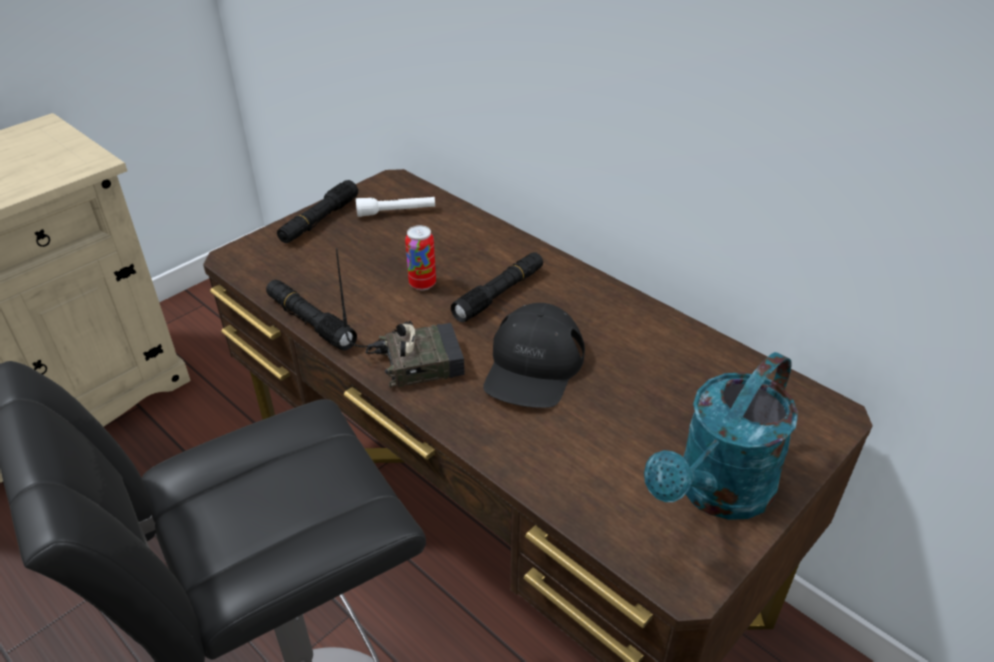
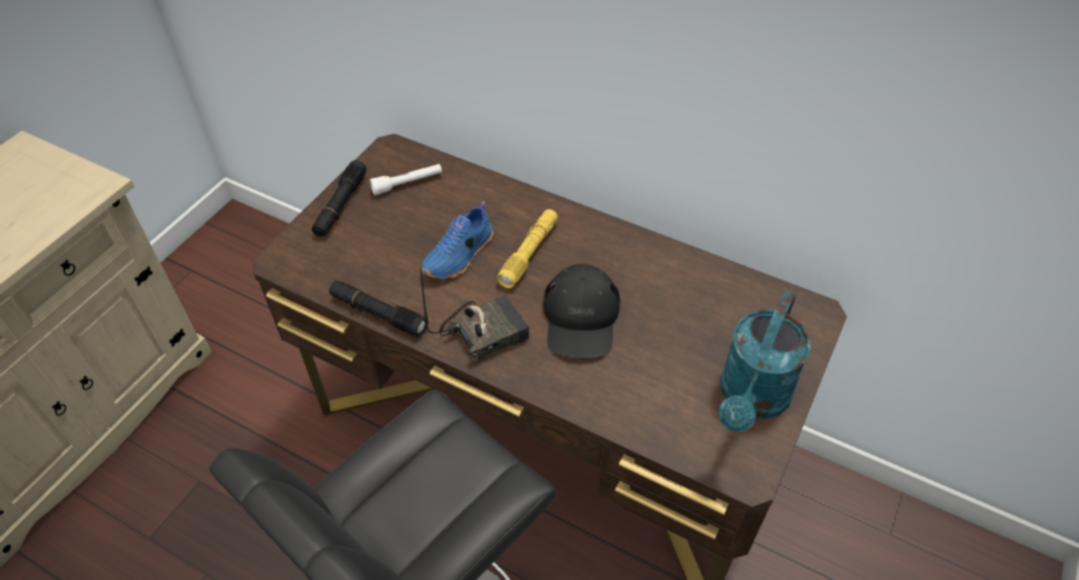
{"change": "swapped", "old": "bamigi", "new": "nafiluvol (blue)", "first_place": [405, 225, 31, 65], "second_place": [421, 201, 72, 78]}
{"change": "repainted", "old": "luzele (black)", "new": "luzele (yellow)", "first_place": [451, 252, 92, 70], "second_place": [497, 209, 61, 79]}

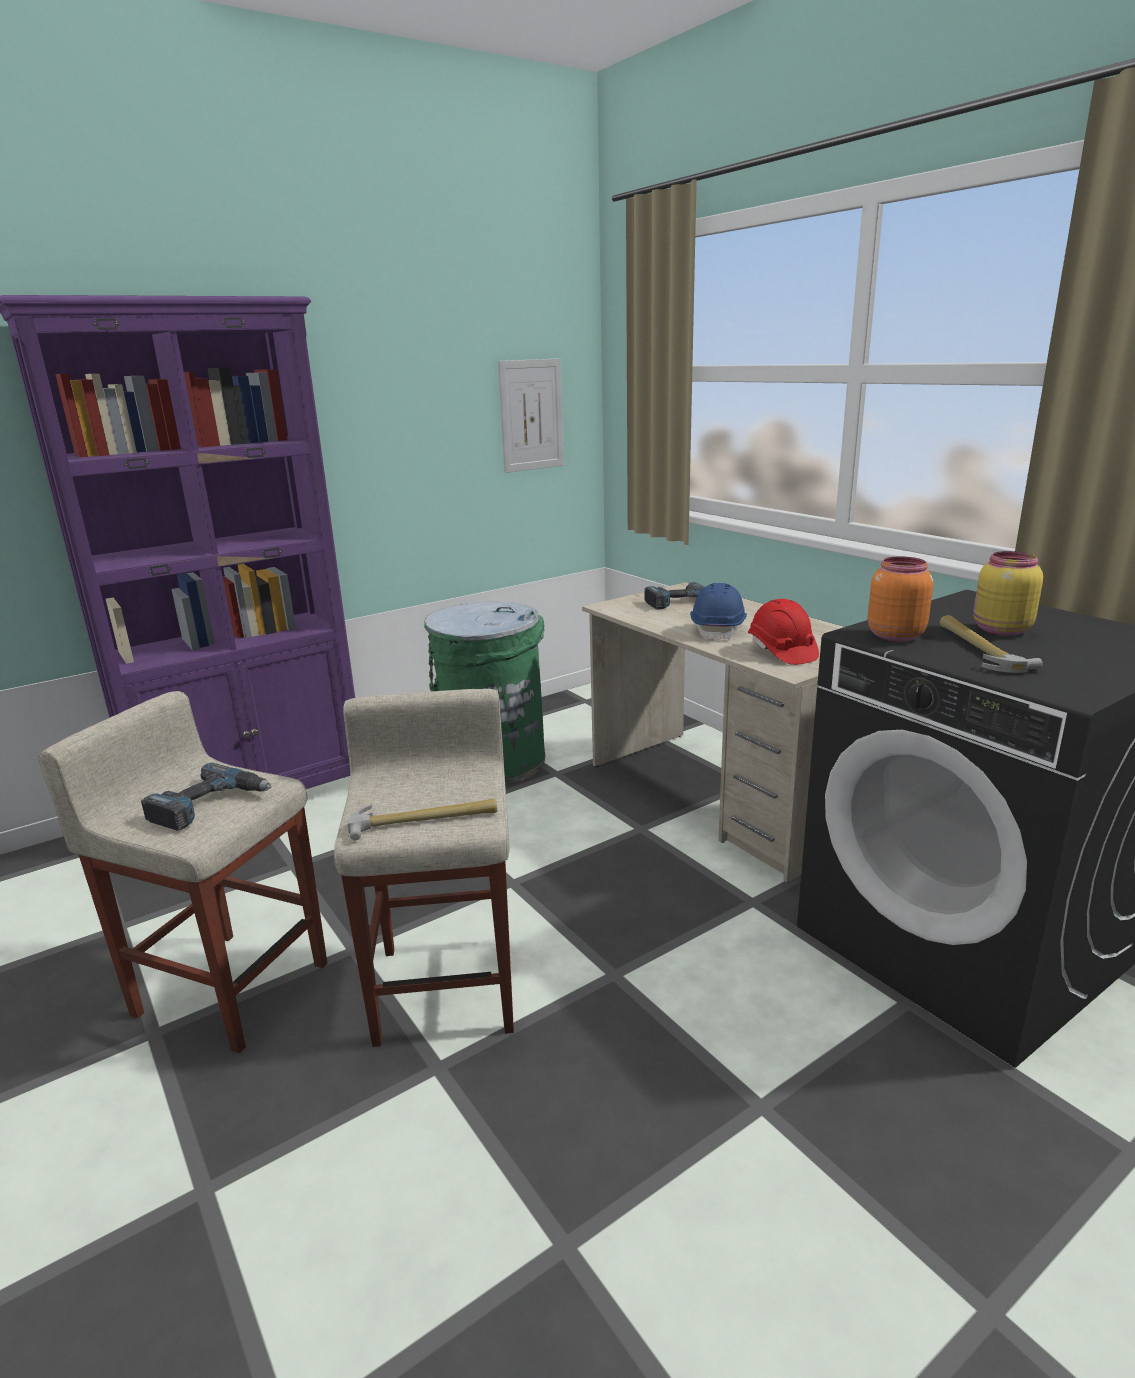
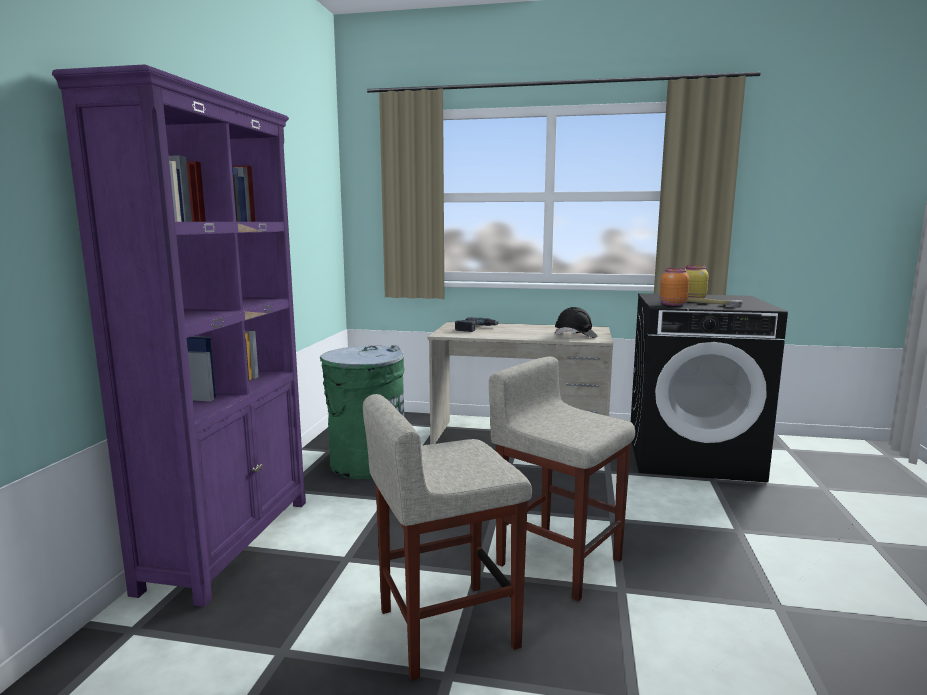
{"change": "gone", "old": "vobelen", "first_place": [498, 358, 66, 115]}
{"change": "gone", "old": "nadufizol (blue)", "first_place": [690, 583, 57, 59]}
{"change": "repainted", "old": "nadufizol (red)", "new": "nadufizol (black)", "first_place": [748, 599, 71, 66], "second_place": [555, 307, 42, 31]}
{"change": "gone", "old": "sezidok", "first_place": [141, 763, 130, 67]}
{"change": "gone", "old": "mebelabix", "first_place": [348, 798, 149, 42]}

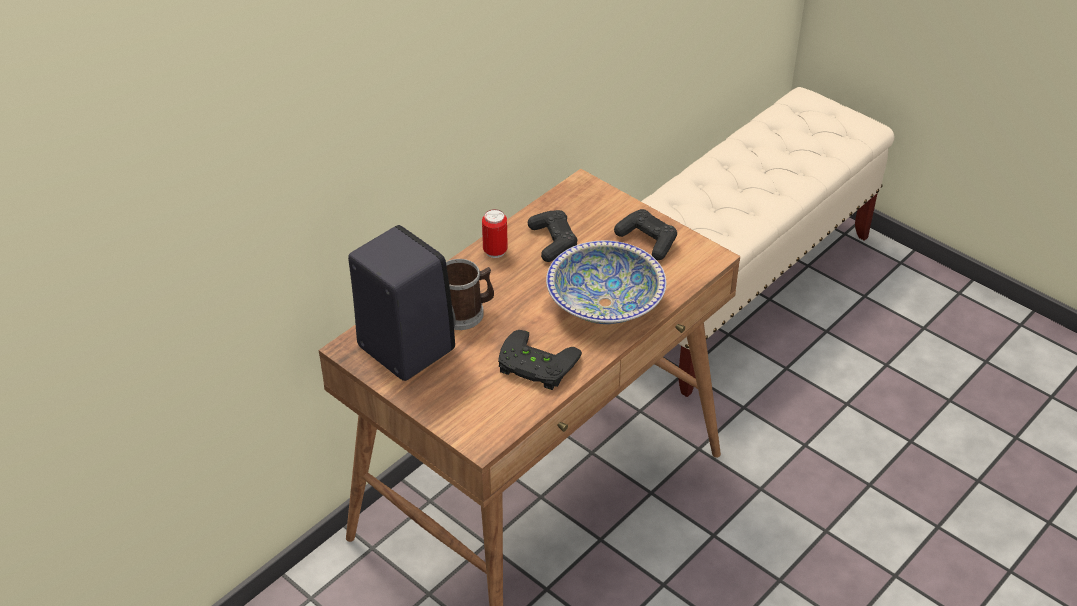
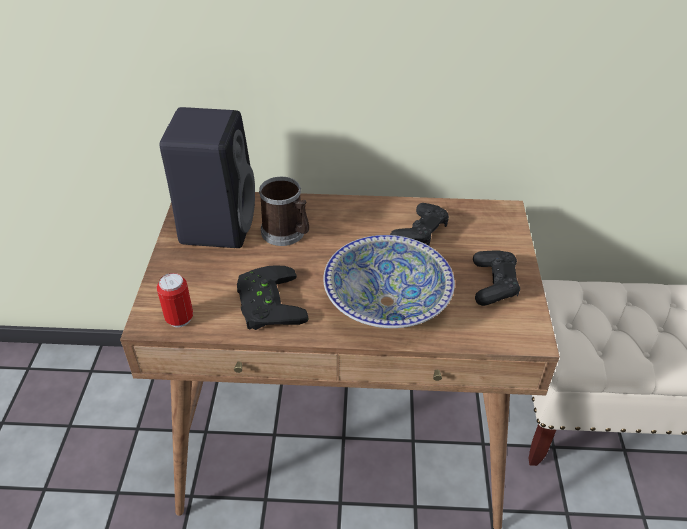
{"change": "shifted", "old": "bamigi", "first_place": [482, 209, 26, 49], "second_place": [157, 273, 36, 54]}

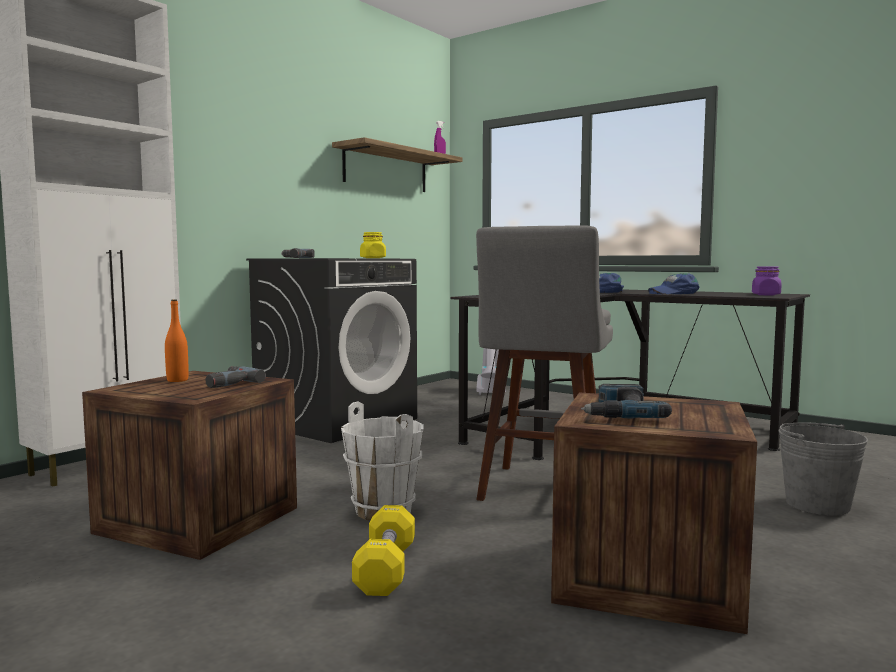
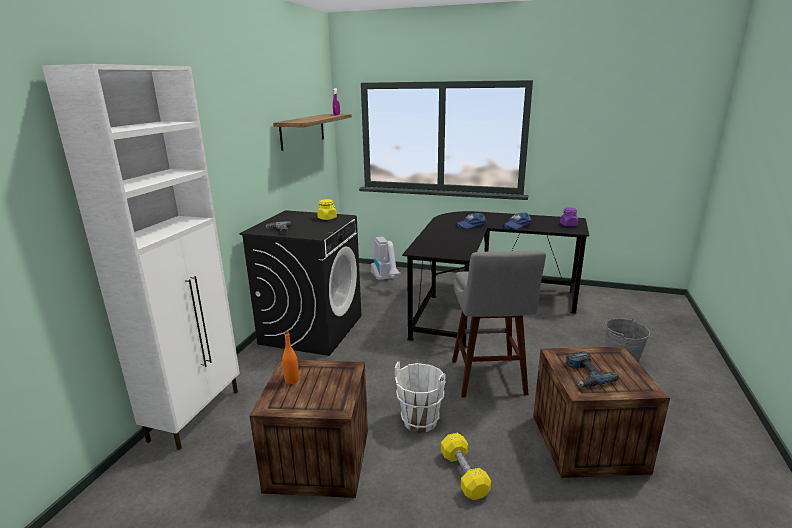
{"change": "gone", "old": "sezidok", "first_place": [206, 366, 60, 22]}

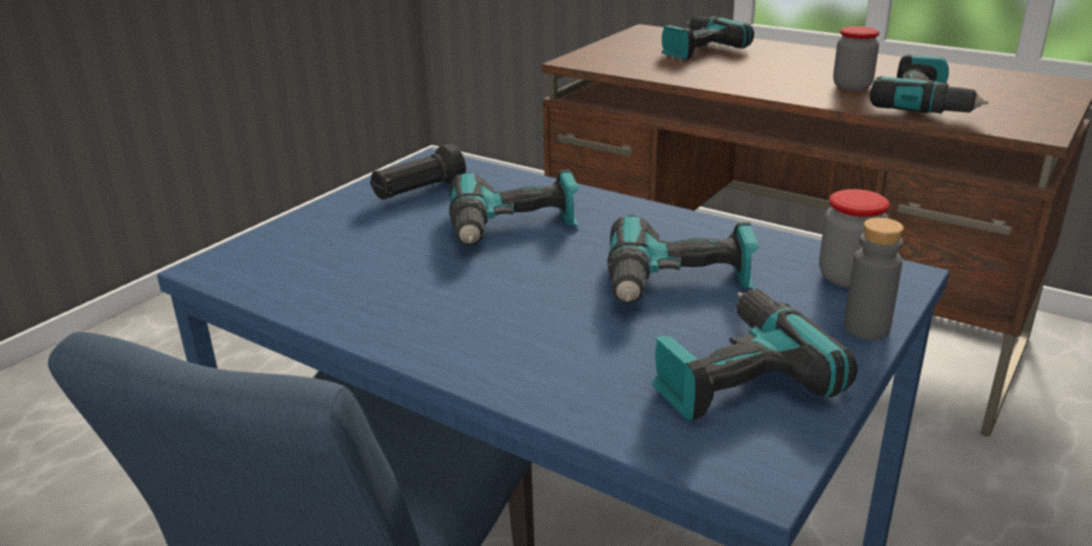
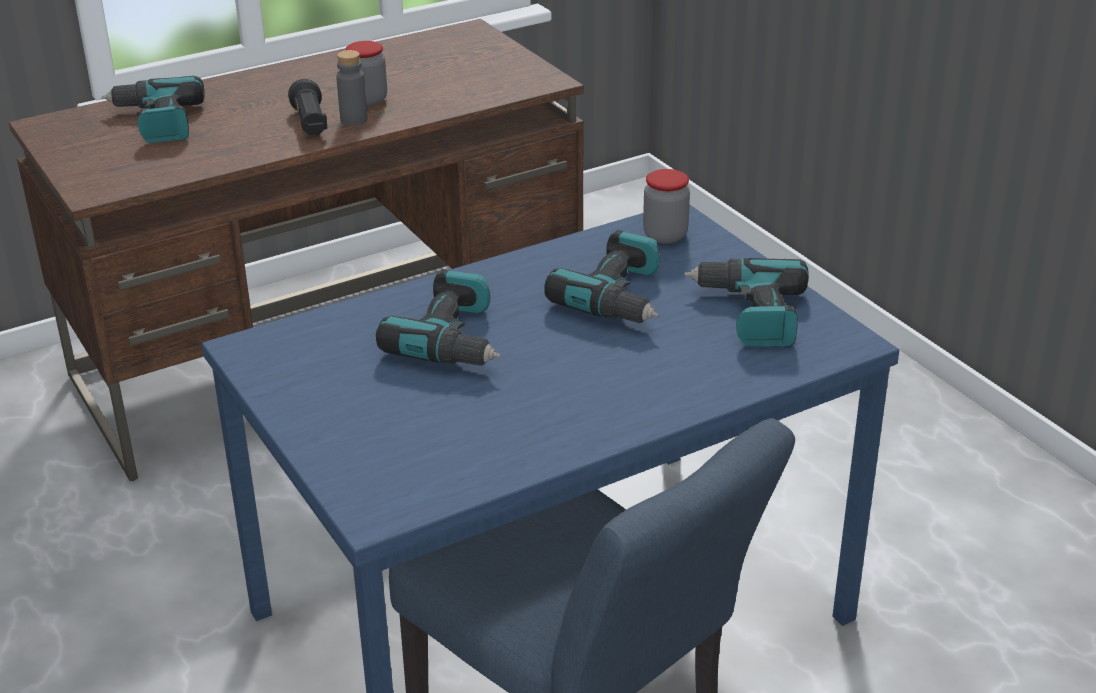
{"change": "gone", "old": "sezidok", "first_place": [870, 54, 119, 59]}
{"change": "shifted", "old": "luzele (black)", "first_place": [370, 144, 96, 56], "second_place": [288, 79, 40, 56]}
{"change": "shifted", "old": "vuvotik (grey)", "first_place": [844, 218, 60, 122], "second_place": [336, 50, 32, 76]}

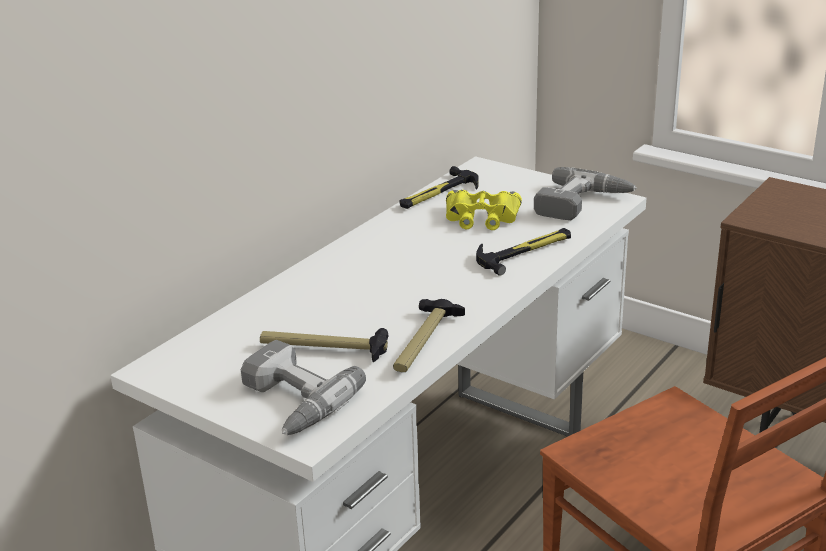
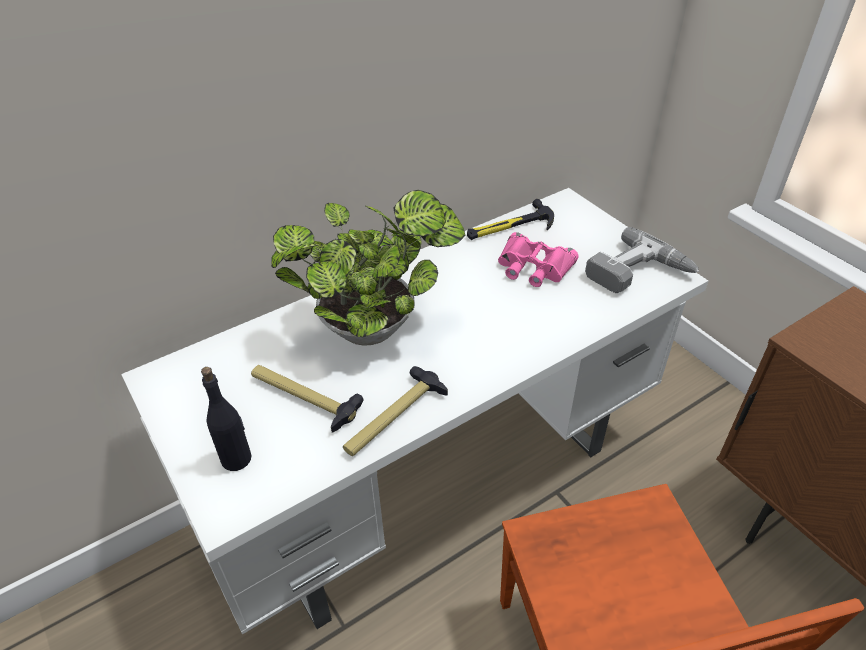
{"change": "repainted", "old": "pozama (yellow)", "new": "pozama (pink)", "first_place": [446, 190, 76, 40], "second_place": [498, 232, 81, 55]}
{"change": "gone", "old": "mebelabix", "first_place": [476, 228, 95, 48]}
{"change": "swapped", "old": "sezidok", "new": "vuvotik (black)", "first_place": [241, 340, 125, 95], "second_place": [201, 367, 51, 104]}
{"change": "new", "new": "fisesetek", "second_place": [271, 190, 194, 156]}

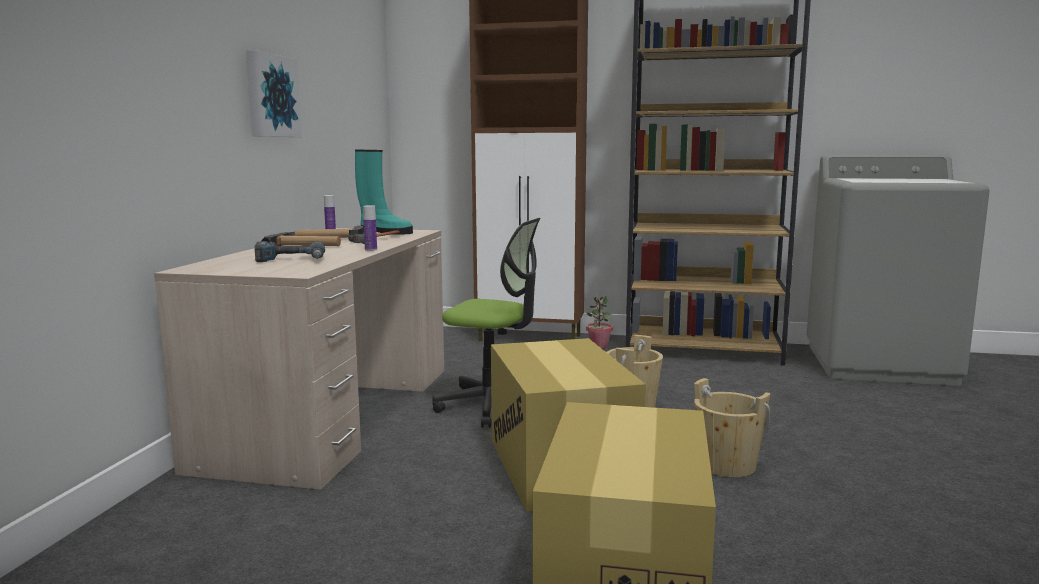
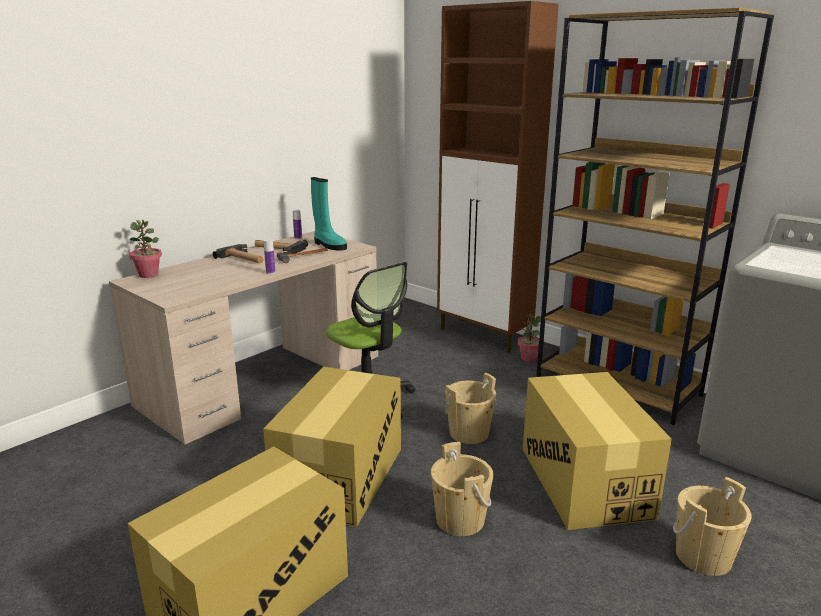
{"change": "gone", "old": "vobelen", "first_place": [246, 50, 56, 87]}
{"change": "gone", "old": "sezidok", "first_place": [254, 241, 71, 21]}
{"change": "new", "new": "fisesetek", "second_place": [129, 220, 33, 58]}
{"change": "new", "new": "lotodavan", "second_place": [523, 372, 149, 158]}
{"change": "new", "new": "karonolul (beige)", "second_place": [673, 477, 79, 99]}

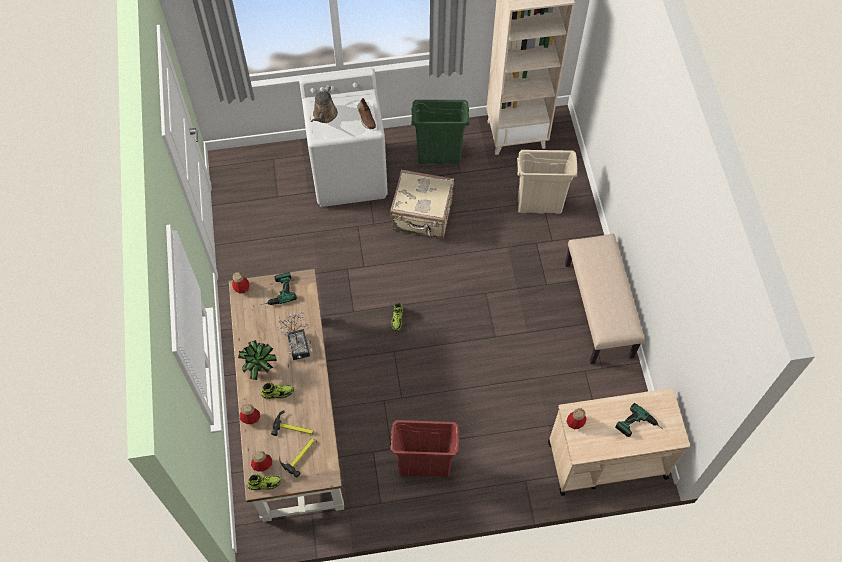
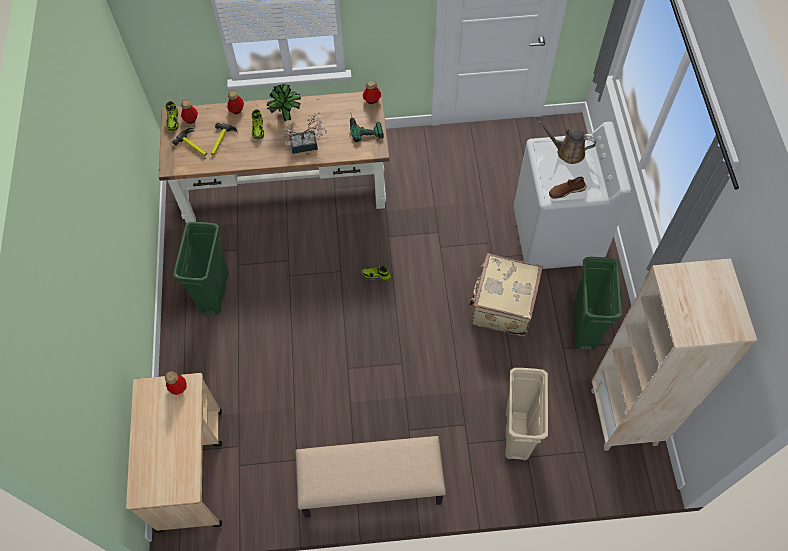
{"change": "gone", "old": "sezidok", "first_place": [615, 403, 49, 34]}
{"change": "repainted", "old": "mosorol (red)", "new": "mosorol (green)", "first_place": [390, 420, 69, 58], "second_place": [173, 222, 56, 93]}

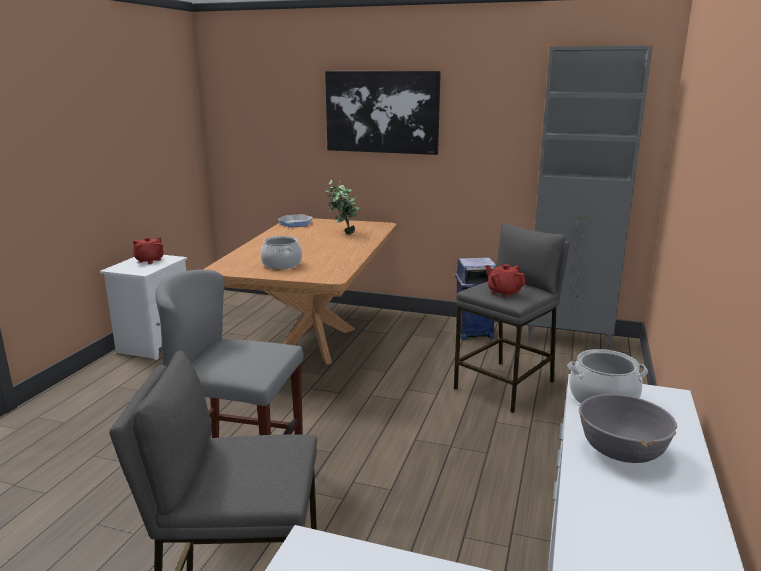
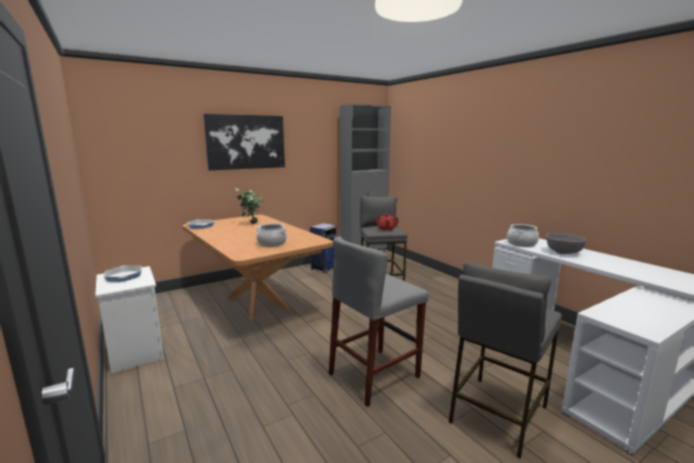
{"change": "swapped", "old": "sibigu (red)", "new": "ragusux", "first_place": [133, 237, 31, 27], "second_place": [103, 265, 39, 17]}

